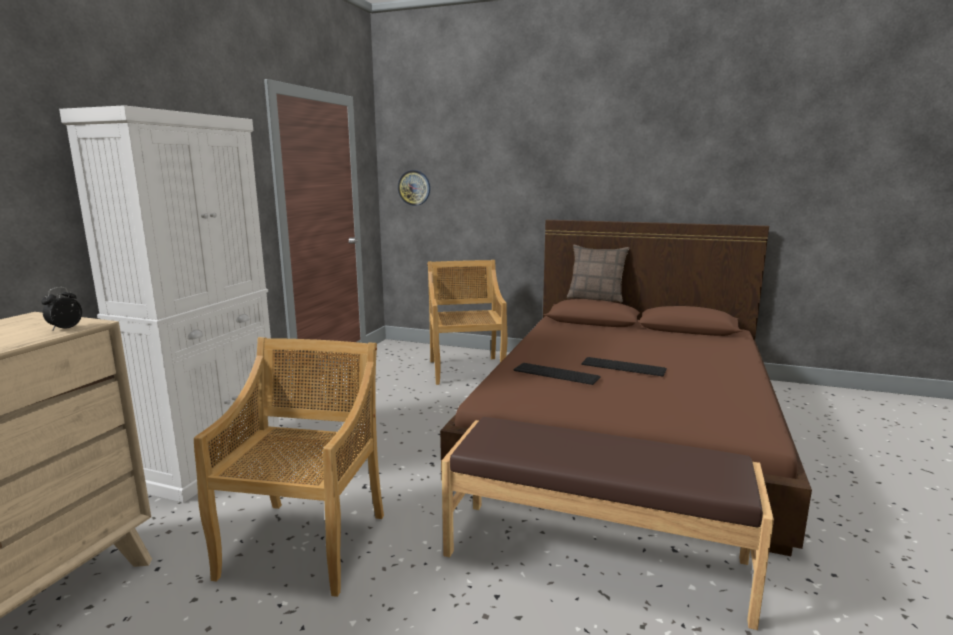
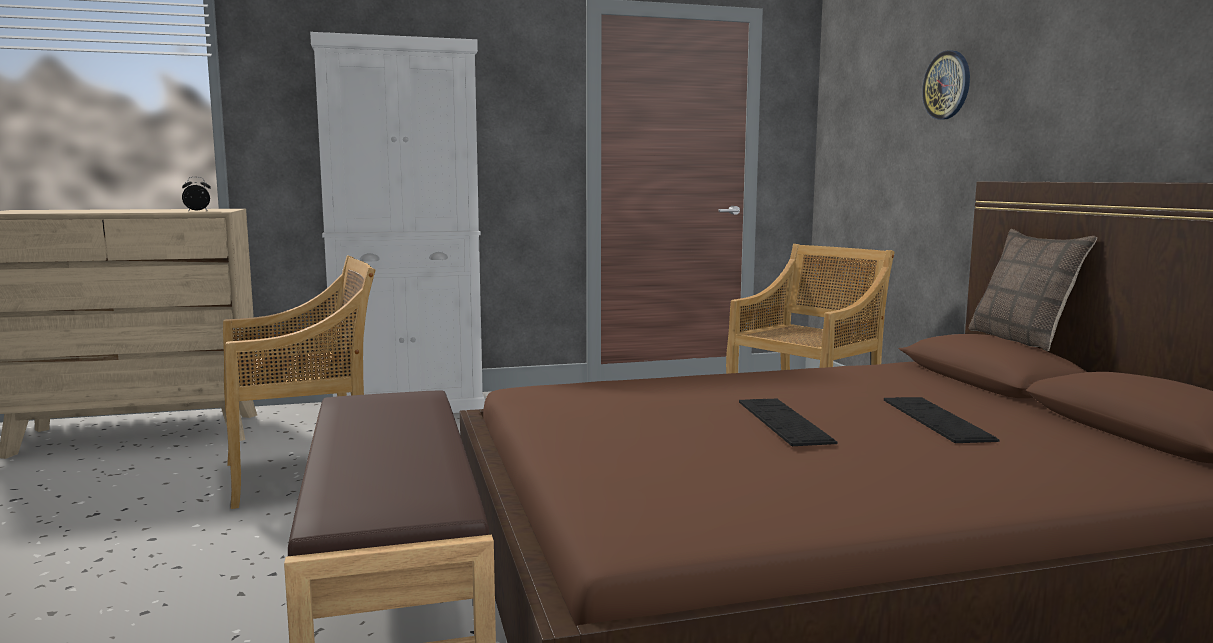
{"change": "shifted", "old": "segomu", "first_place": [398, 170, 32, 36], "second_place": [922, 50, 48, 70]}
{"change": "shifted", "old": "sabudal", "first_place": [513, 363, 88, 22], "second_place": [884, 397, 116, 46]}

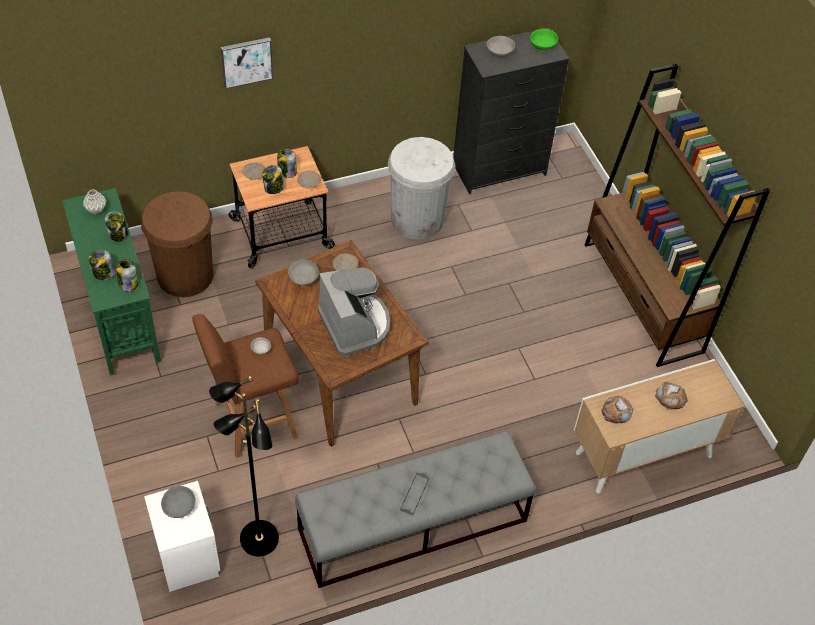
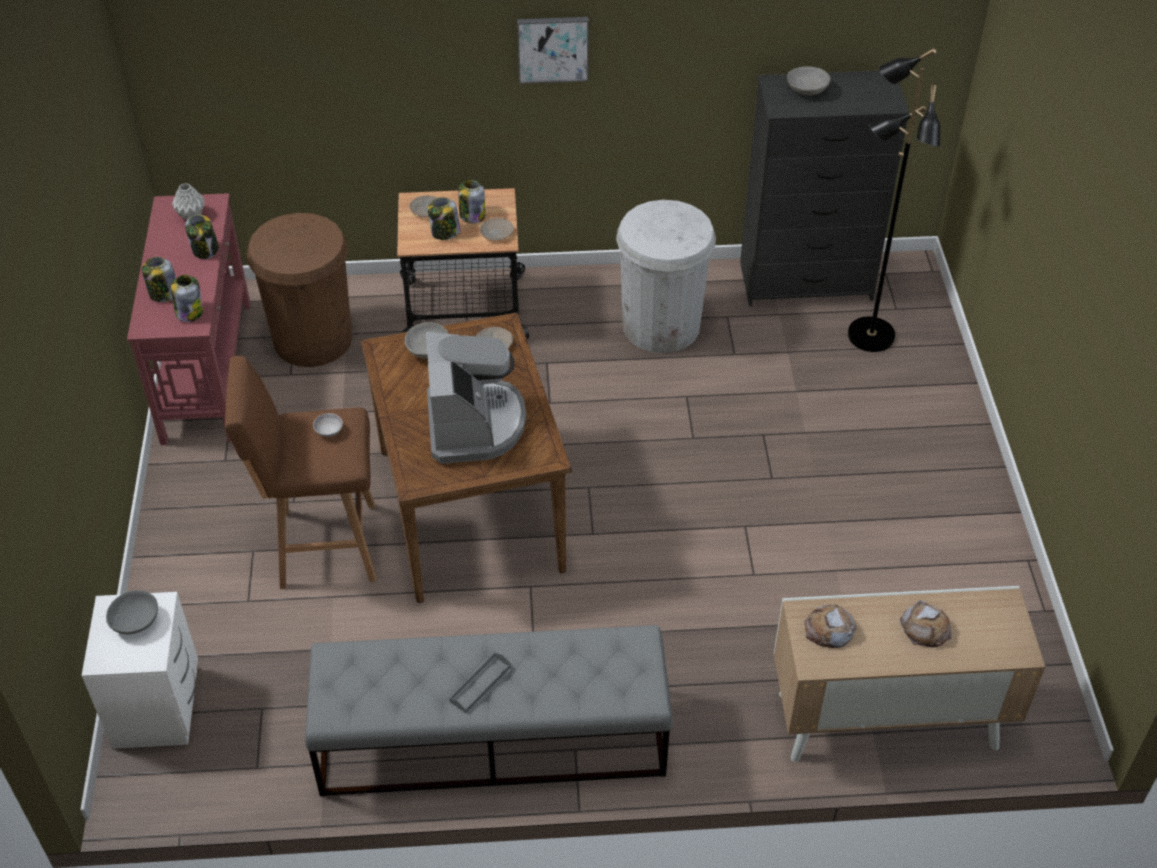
{"change": "gone", "old": "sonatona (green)", "first_place": [530, 29, 28, 21]}
{"change": "shifted", "old": "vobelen", "first_place": [221, 37, 52, 52], "second_place": [517, 17, 72, 67]}
{"change": "gone", "old": "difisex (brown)", "first_place": [585, 64, 185, 303]}
{"change": "repainted", "old": "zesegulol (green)", "new": "zesegulol (red)", "first_place": [62, 188, 99, 187], "second_place": [127, 193, 123, 252]}
{"change": "shifted", "old": "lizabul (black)", "first_place": [209, 376, 70, 180], "second_place": [848, 47, 92, 305]}

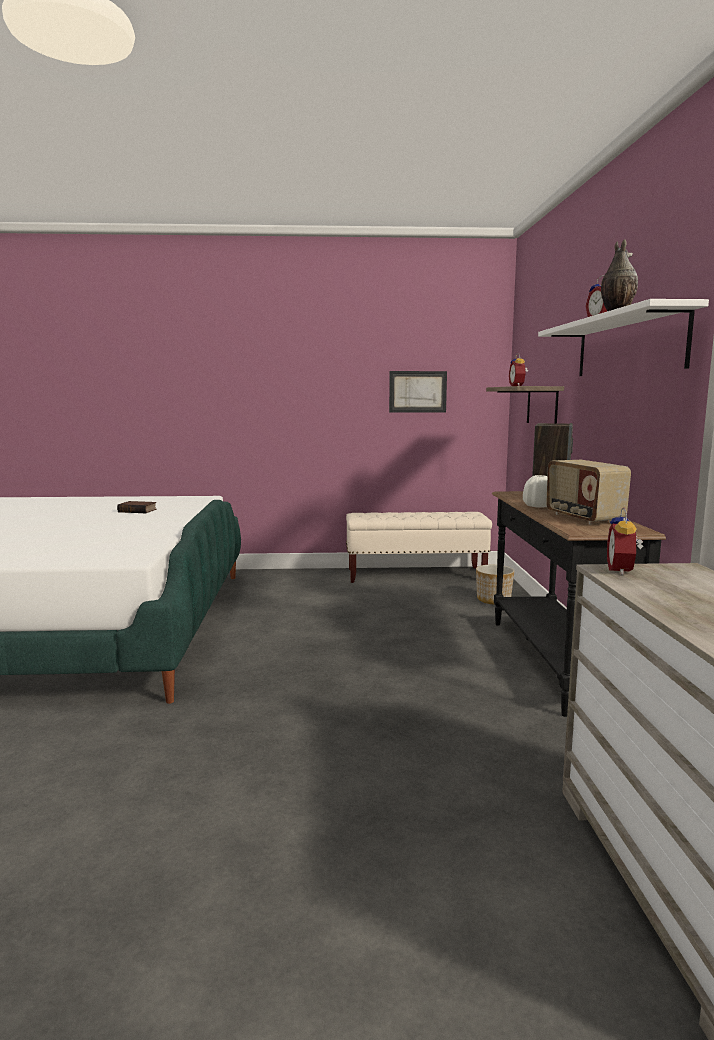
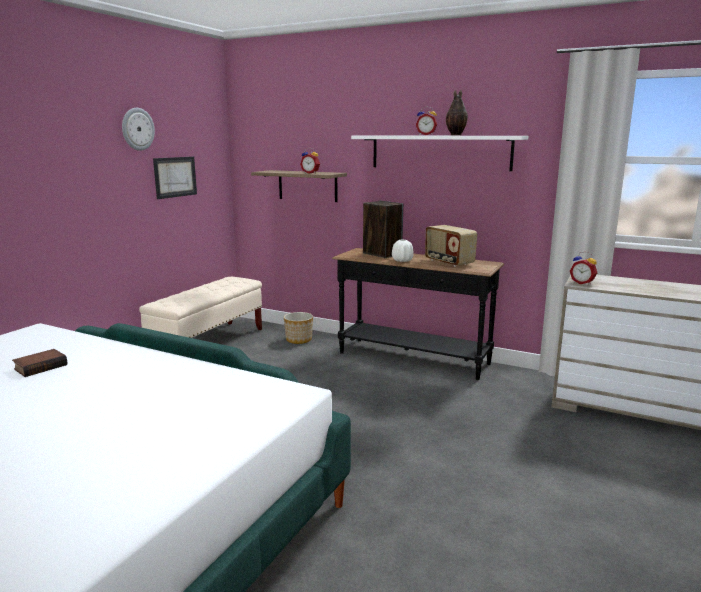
{"change": "rotated", "old": "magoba", "first_place": [546, 460, 85, 64], "second_place": [425, 225, 52, 42], "degrees": 45}
{"change": "new", "new": "segomu", "second_place": [122, 108, 33, 43]}

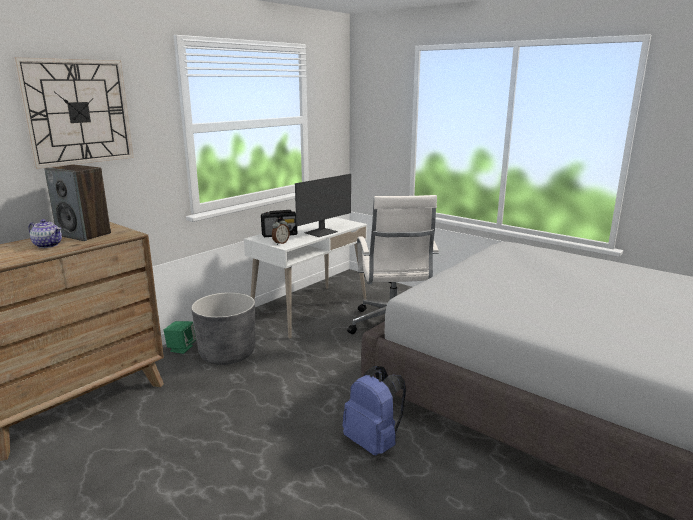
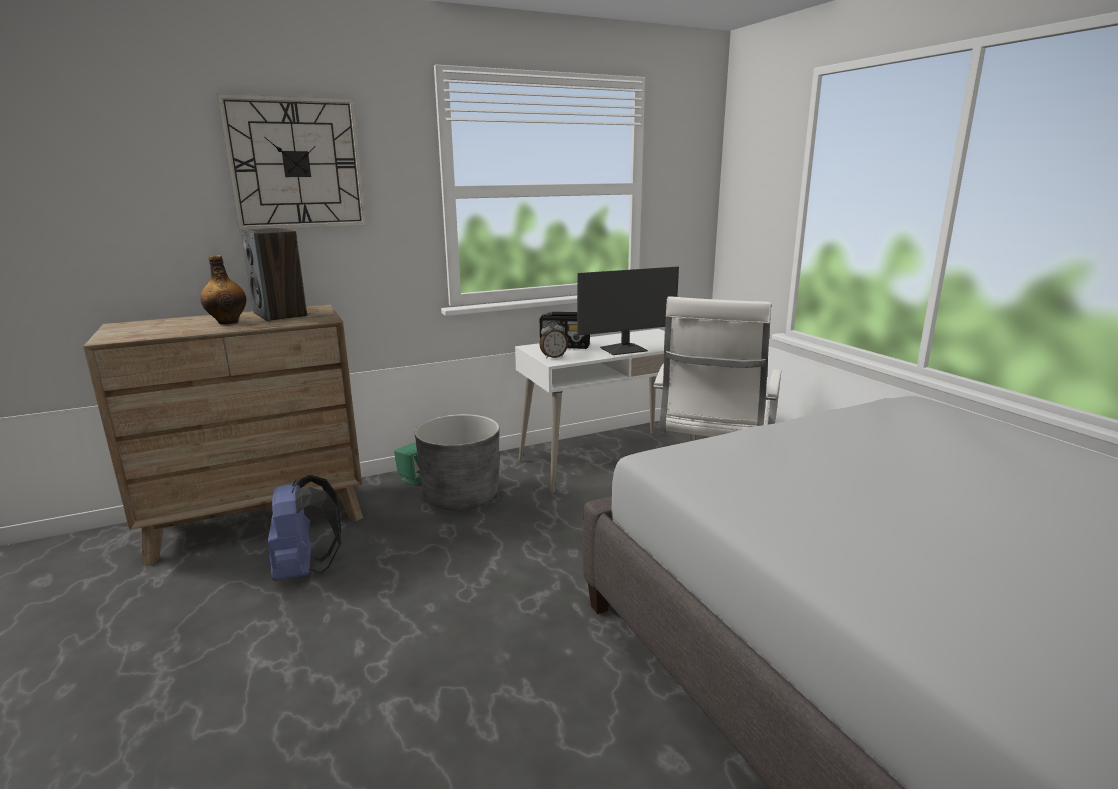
{"change": "swapped", "old": "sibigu", "new": "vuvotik", "first_place": [29, 219, 33, 29], "second_place": [200, 255, 46, 69]}
{"change": "shifted", "old": "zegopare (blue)", "first_place": [343, 366, 63, 90], "second_place": [268, 475, 74, 106]}

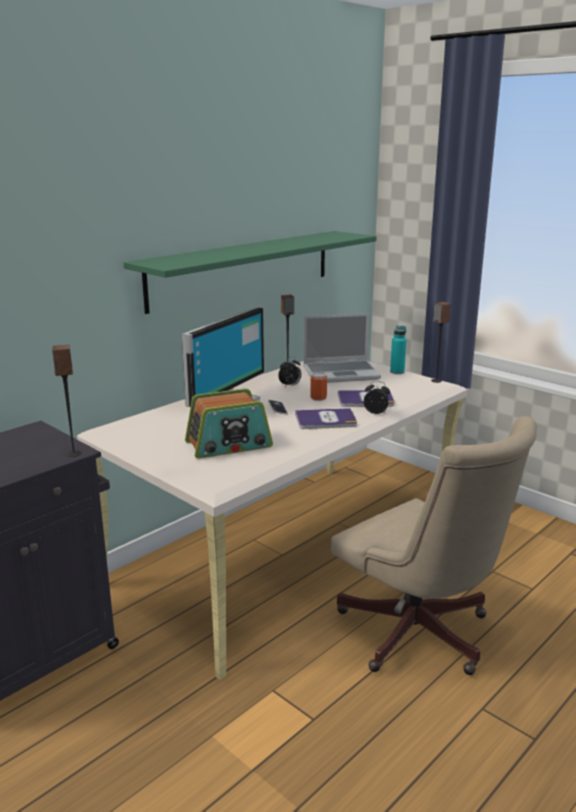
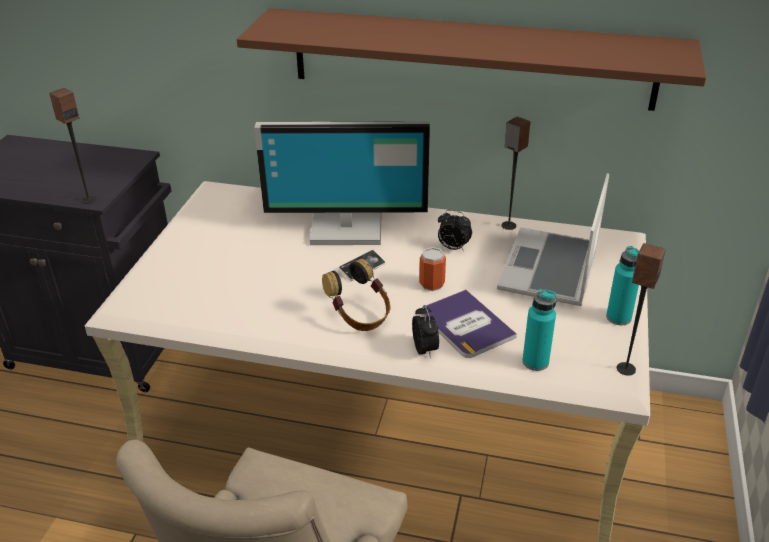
{"change": "repainted", "old": "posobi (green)", "new": "posobi (brown)", "first_place": [124, 231, 253, 83], "second_place": [237, 8, 469, 103]}
{"change": "rotated", "old": "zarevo", "first_place": [303, 314, 78, 69], "second_place": [497, 173, 112, 133], "degrees": 60}
{"change": "gone", "old": "magoba", "first_place": [185, 388, 88, 71]}
{"change": "swapped", "old": "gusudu", "new": "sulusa", "first_place": [295, 408, 62, 21], "second_place": [322, 259, 68, 72]}
{"change": "new", "new": "vuvotik (turquoise)", "second_place": [522, 289, 35, 82]}

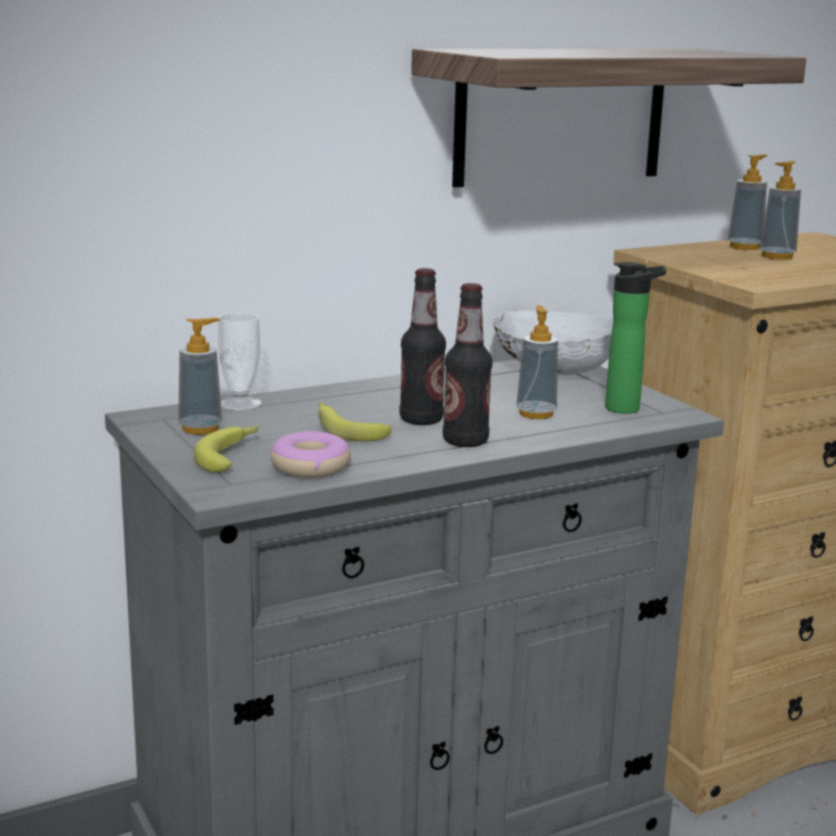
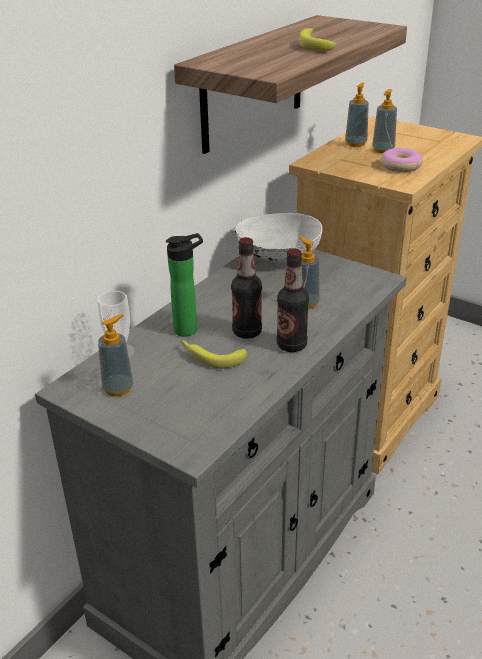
{"change": "shifted", "old": "vuvotik", "first_place": [605, 262, 61, 152], "second_place": [166, 233, 37, 104]}
{"change": "shifted", "old": "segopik", "first_place": [194, 426, 64, 46], "second_place": [299, 28, 37, 23]}
{"change": "shifted", "old": "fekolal", "first_place": [269, 431, 82, 47], "second_place": [381, 148, 42, 24]}

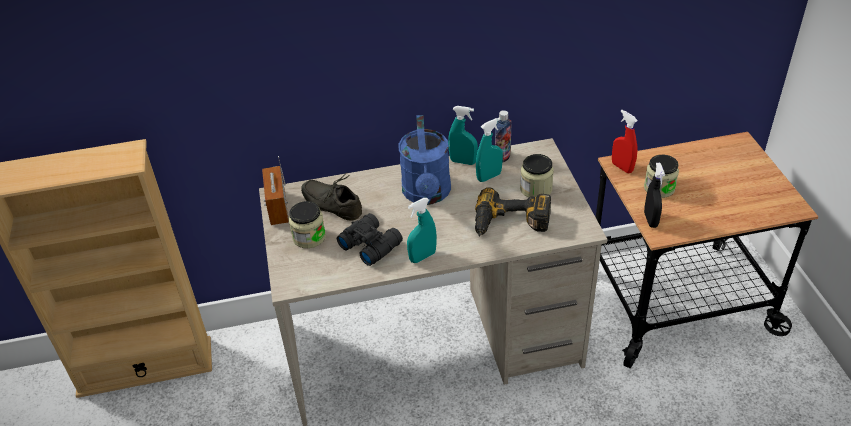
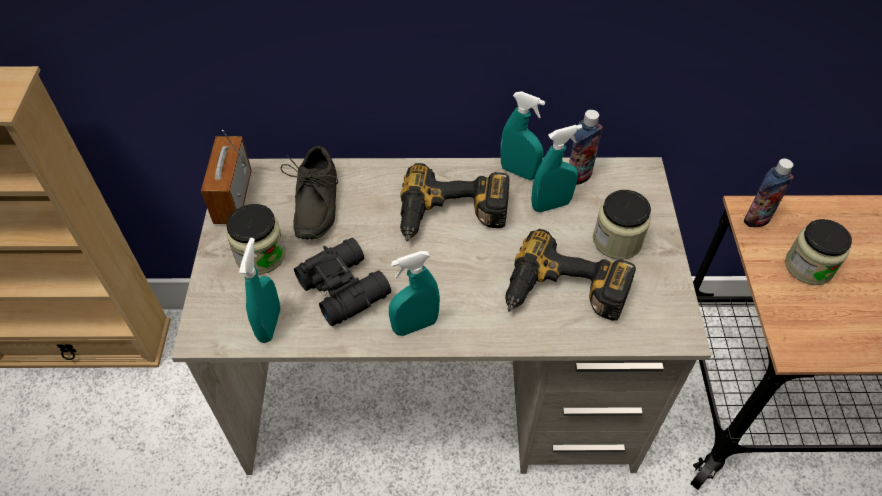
{"change": "swapped", "old": "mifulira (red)", "new": "vuvotik", "first_place": [612, 110, 26, 63], "second_place": [744, 159, 50, 68]}
{"change": "swapped", "old": "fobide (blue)", "new": "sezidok", "first_place": [398, 115, 53, 90], "second_place": [400, 163, 110, 78]}
{"change": "gone", "old": "mifulira (black)", "first_place": [644, 163, 21, 65]}
{"change": "rotated", "old": "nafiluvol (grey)", "first_place": [301, 173, 61, 48], "second_place": [280, 146, 58, 94], "degrees": -135}
{"change": "new", "new": "mifulira (turquoise)", "second_place": [239, 238, 41, 105]}

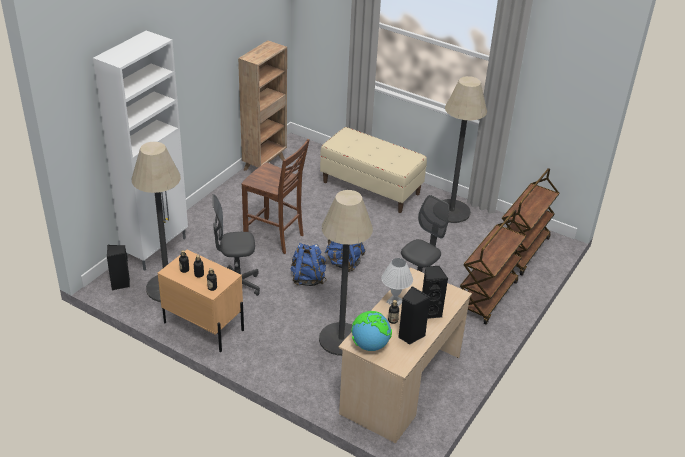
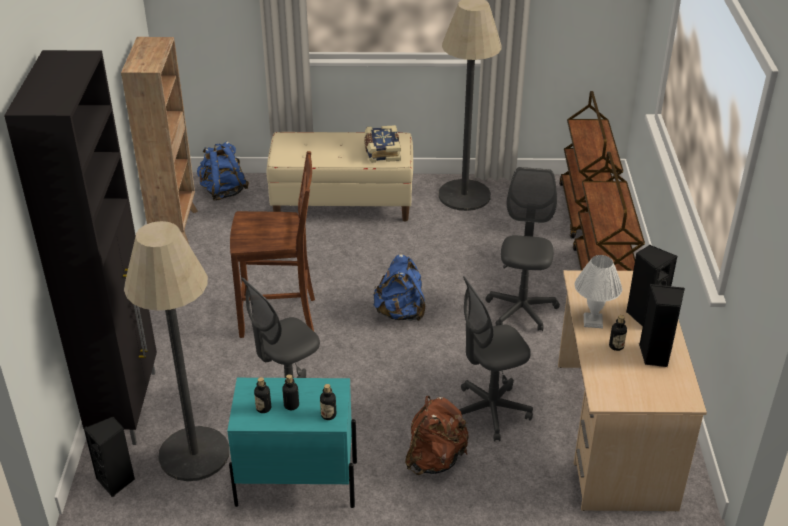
{"change": "repainted", "old": "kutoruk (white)", "new": "kutoruk (black)", "first_place": [93, 30, 95, 241], "second_place": [4, 50, 153, 395]}
{"change": "swapped", "old": "lizabul", "new": "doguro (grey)", "first_place": [319, 190, 54, 166], "second_place": [459, 276, 74, 166]}
{"change": "shifted", "old": "zegopare (blue)", "first_place": [291, 243, 36, 43], "second_place": [197, 141, 53, 59]}
{"change": "repainted", "old": "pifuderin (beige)", "new": "pifuderin (turquoise)", "first_place": [158, 250, 86, 102], "second_place": [227, 378, 130, 130]}
{"change": "gone", "old": "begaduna", "first_place": [351, 311, 41, 40]}
{"change": "new", "new": "gusudu", "second_place": [364, 125, 37, 38]}
{"change": "new", "new": "zegopare (brown)", "second_place": [405, 396, 64, 79]}

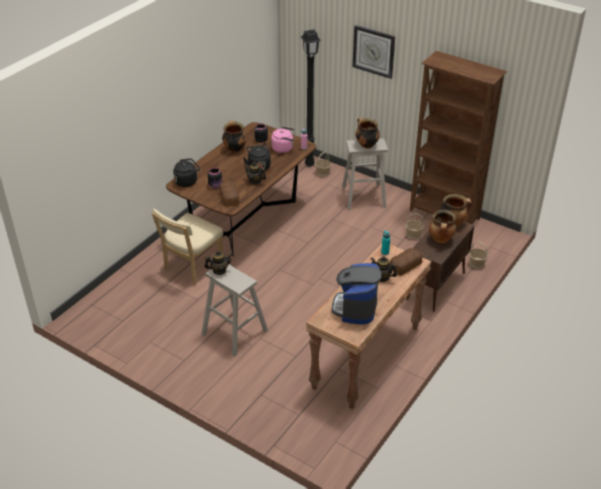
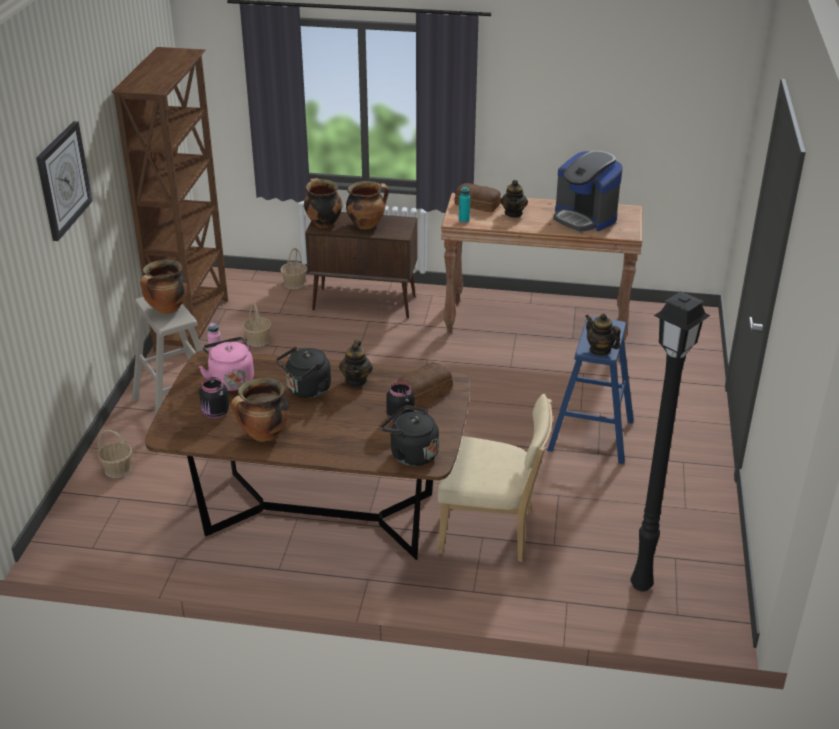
{"change": "shifted", "old": "lizabul (black)", "first_place": [301, 30, 20, 137], "second_place": [630, 291, 81, 301]}
{"change": "rotated", "old": "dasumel", "first_place": [332, 263, 50, 62], "second_place": [553, 151, 70, 81], "degrees": 60}
{"change": "repainted", "old": "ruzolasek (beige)", "new": "ruzolasek (blue)", "first_place": [201, 264, 67, 93], "second_place": [547, 317, 87, 147]}

